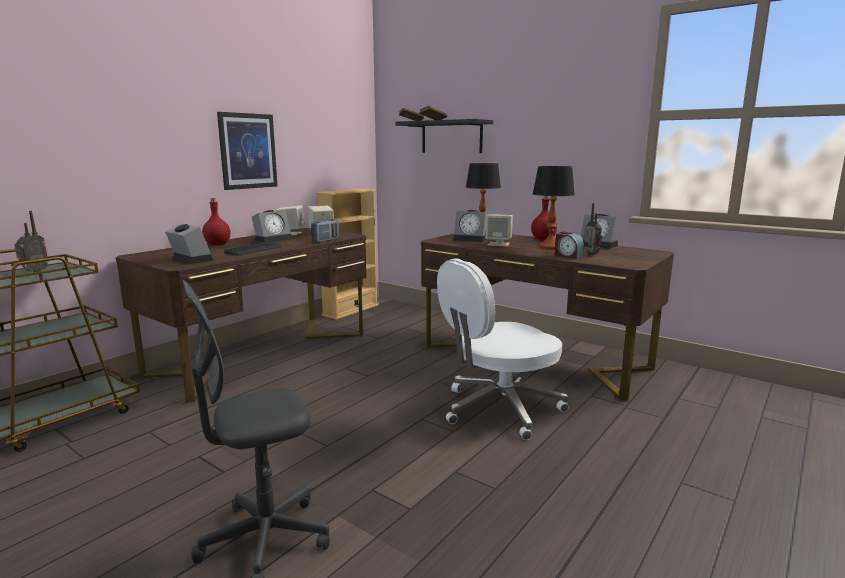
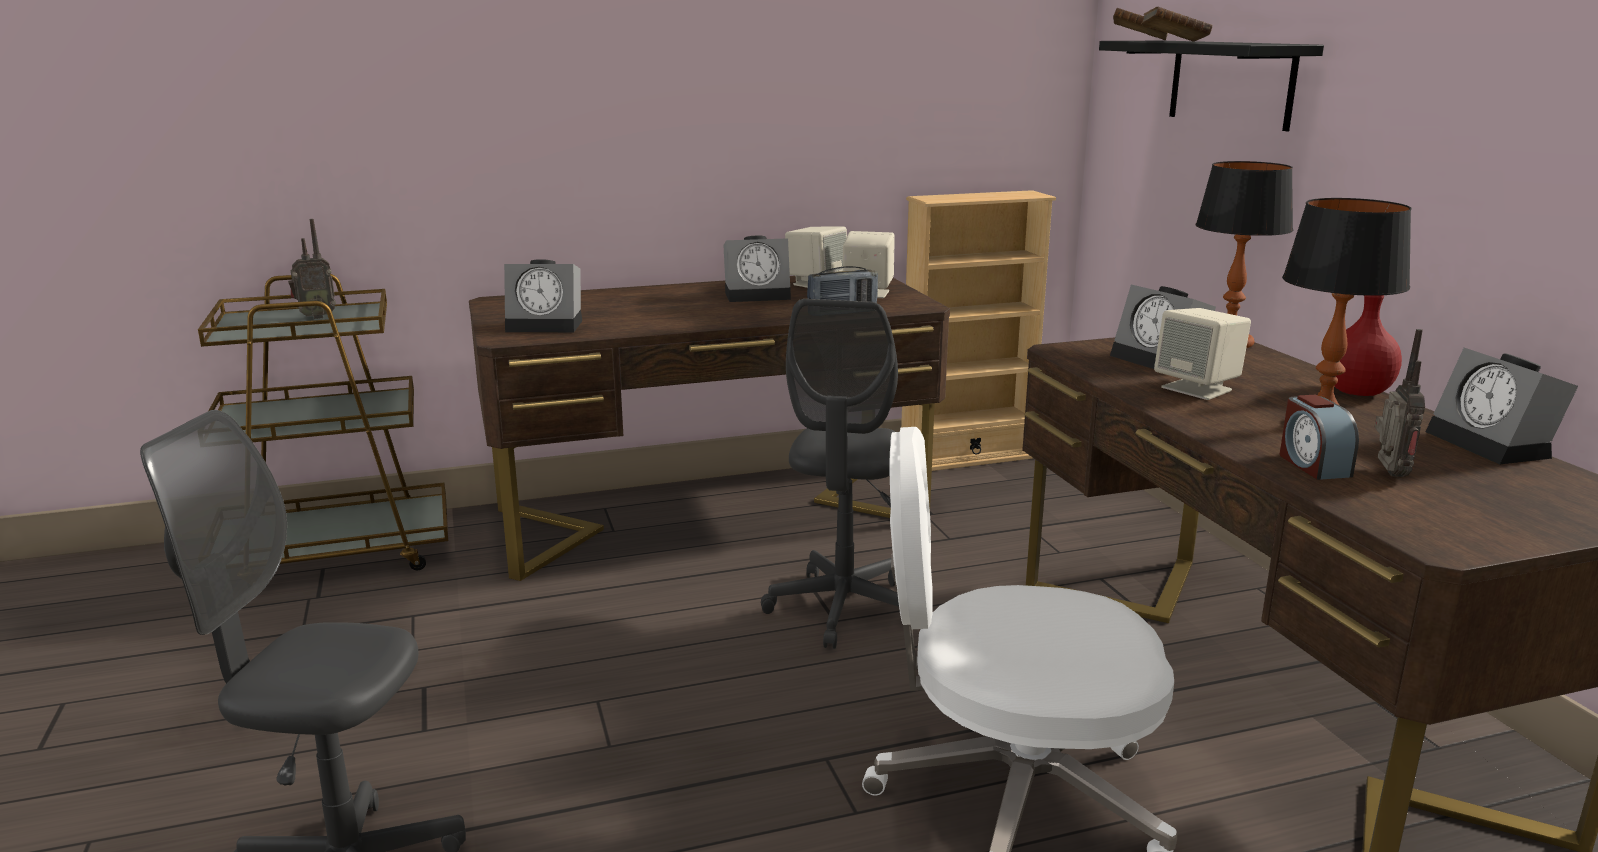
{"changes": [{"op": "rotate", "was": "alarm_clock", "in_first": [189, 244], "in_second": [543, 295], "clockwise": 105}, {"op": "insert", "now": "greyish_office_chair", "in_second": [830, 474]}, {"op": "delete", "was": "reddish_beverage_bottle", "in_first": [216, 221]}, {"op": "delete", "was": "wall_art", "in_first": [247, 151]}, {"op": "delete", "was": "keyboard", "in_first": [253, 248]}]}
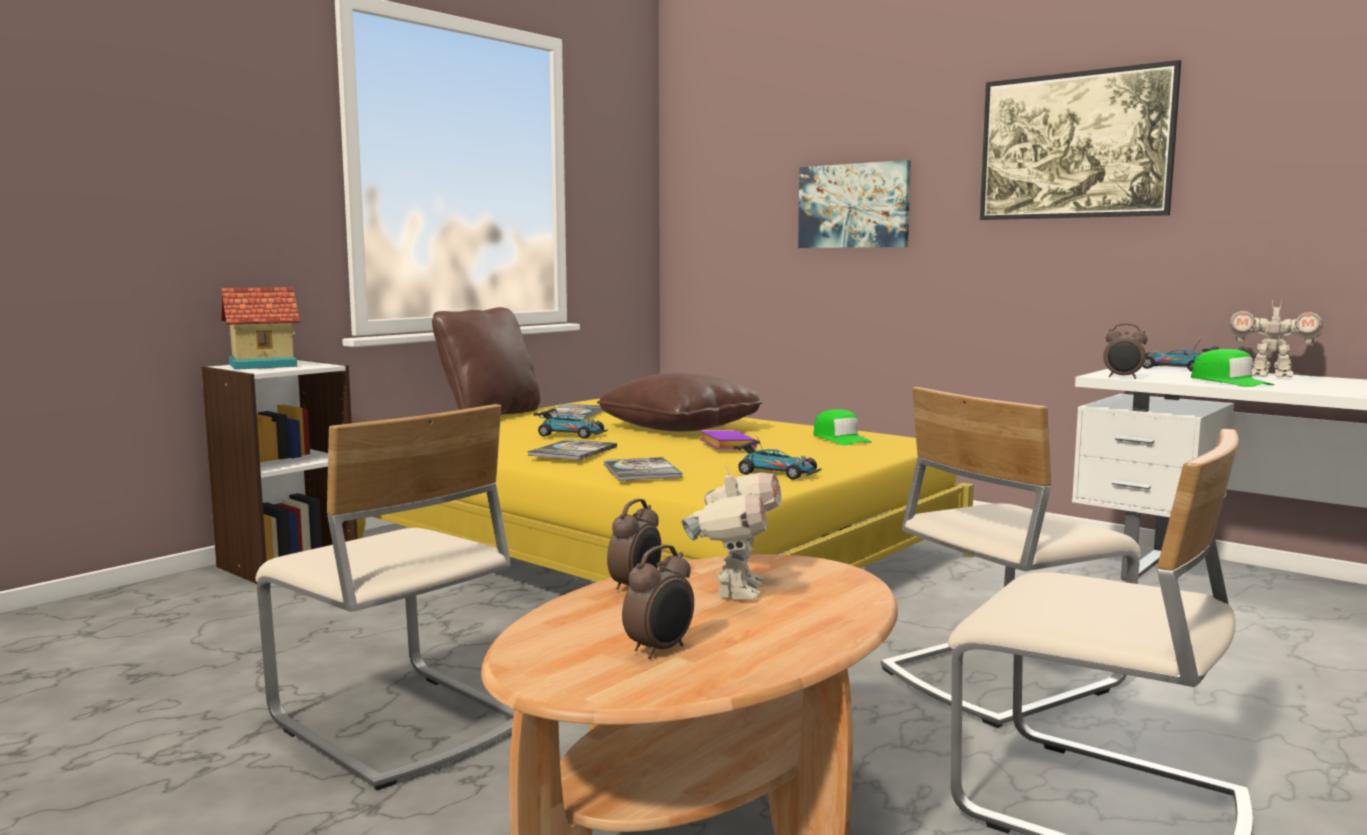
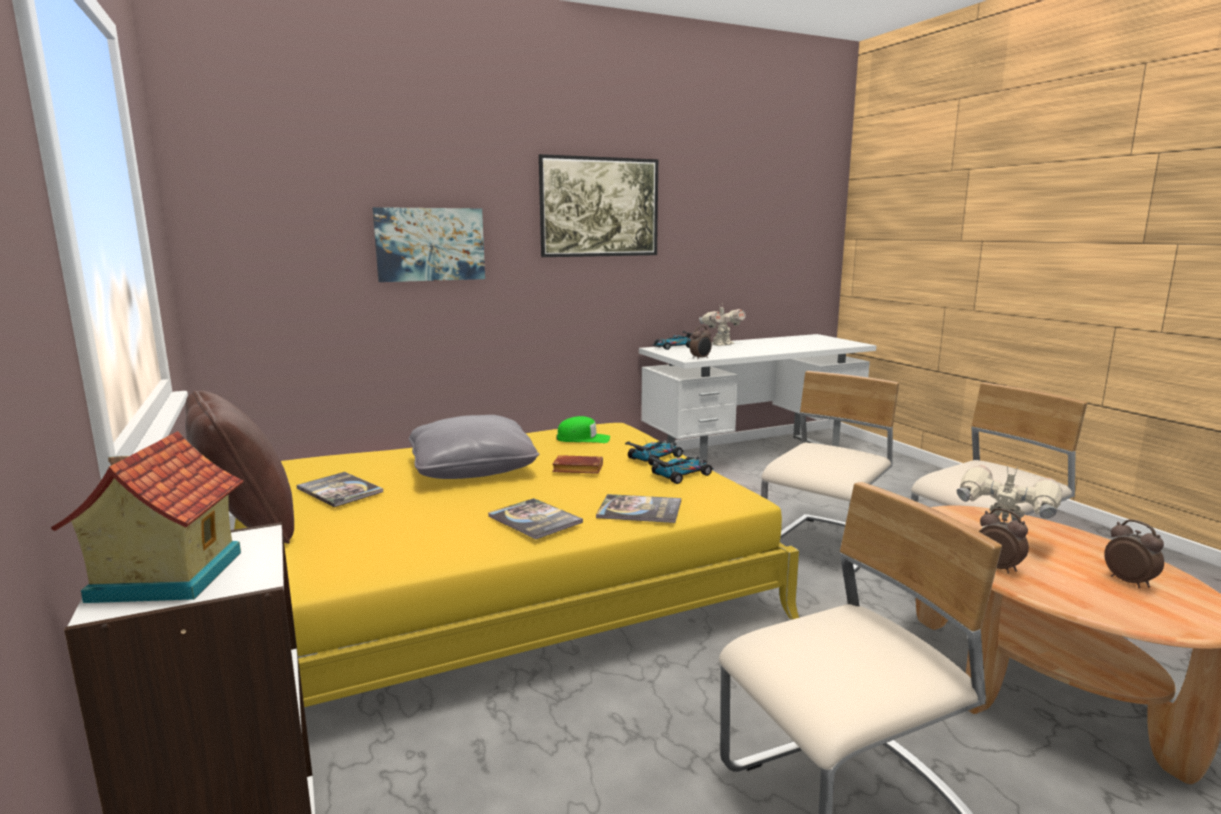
{"changes": [{"op": "recolor", "was": "brown-coloured_throw_pillow", "now": "greyish_throw_pillow", "in_first": [680, 402], "in_second": [474, 447]}, {"op": "recolor", "was": "purplish_bound_book", "now": "brown-coloured_bound_book", "in_first": [729, 439], "in_second": [577, 464]}, {"op": "move", "was": "miniature_car", "in_first": [570, 421], "in_second": [654, 451]}, {"op": "rotate", "was": "beige_chair", "in_first": [1011, 557], "in_second": [830, 471], "clockwise": -135}, {"op": "delete", "was": "greenish_cap", "in_first": [1233, 368]}]}
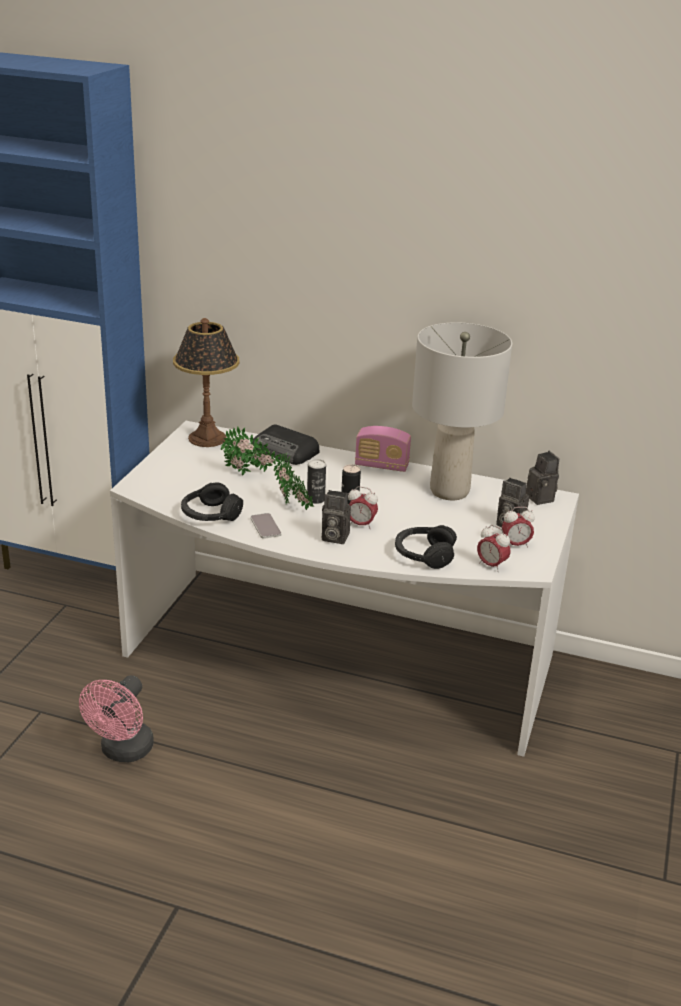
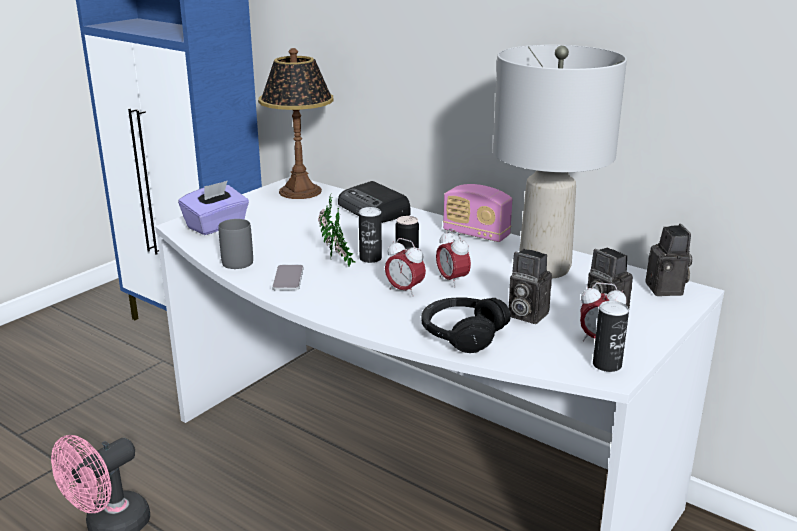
{"changes": [{"op": "insert", "now": "purplish_tissue_holder", "in_second": [213, 207]}, {"op": "replace", "was": "blackish_headset", "now": "greyish_tea_mug", "in_first": [212, 502], "in_second": [235, 244]}, {"op": "move", "was": "alarm_clock", "in_first": [494, 548], "in_second": [453, 257]}, {"op": "move", "was": "photo_camera", "in_first": [336, 517], "in_second": [530, 286]}, {"op": "insert", "now": "can", "in_second": [611, 336]}, {"op": "delete", "was": "potted_plant", "in_first": [251, 451]}]}
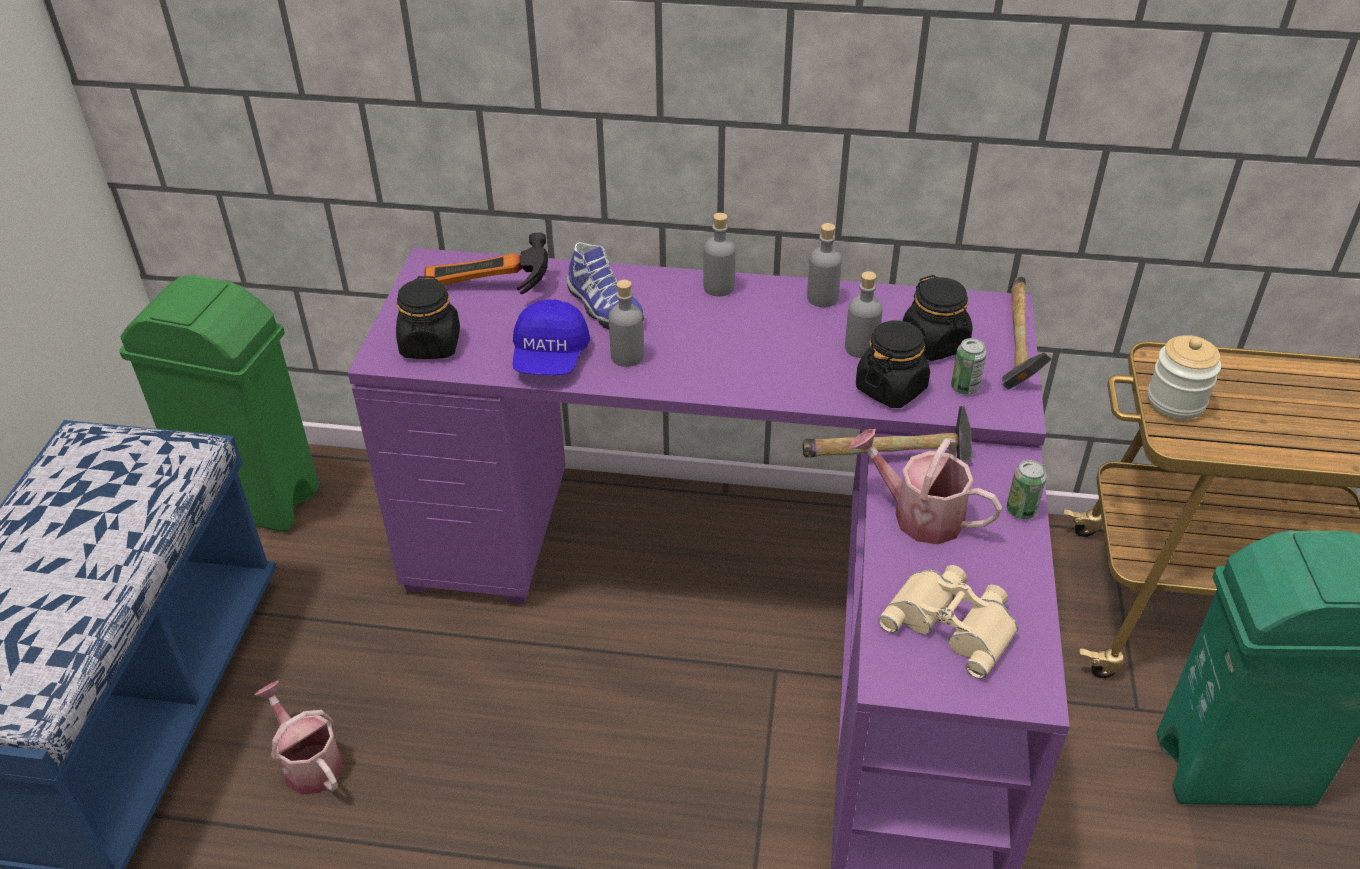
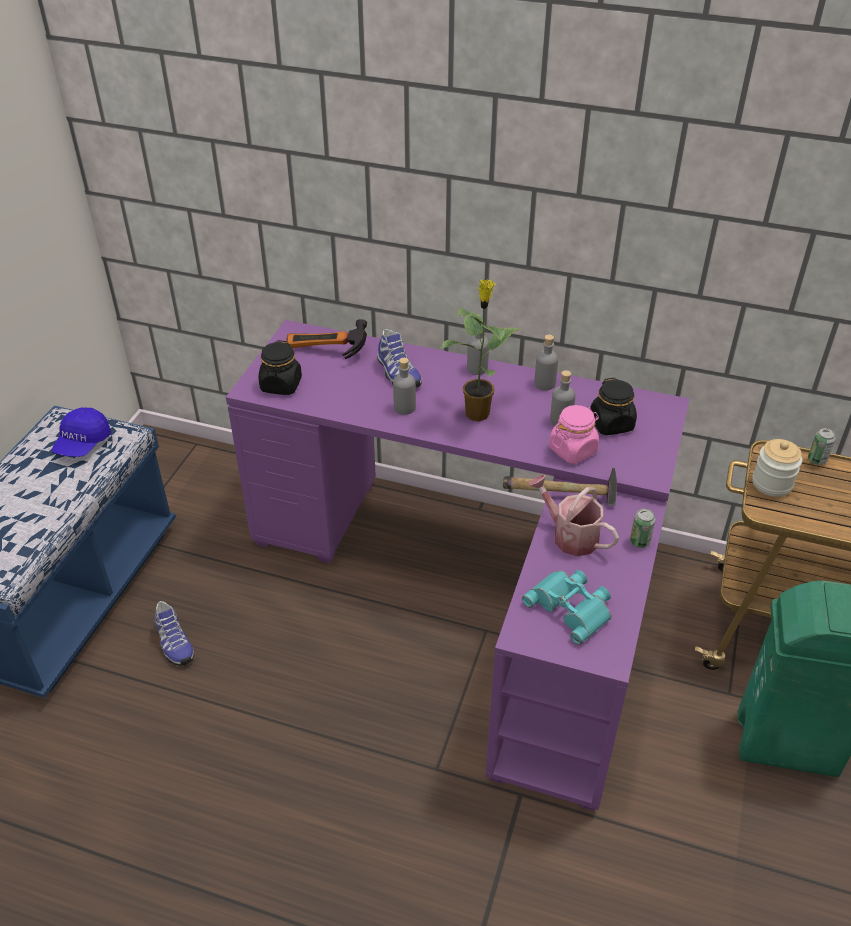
{"changes": [{"op": "move", "was": "blue-coloured_cap", "in_first": [551, 337], "in_second": [81, 432]}, {"op": "replace", "was": "watering_pot", "now": "shoe", "in_first": [299, 737], "in_second": [174, 633]}, {"op": "insert", "now": "potted_plant", "in_second": [480, 350]}, {"op": "recolor", "was": "beige_binoculars", "now": "turquoise-coloured_binoculars", "in_first": [948, 622], "in_second": [566, 607]}, {"op": "recolor", "was": "blackish_storage_jar", "now": "pinkish_storage_jar", "in_first": [893, 364], "in_second": [574, 434]}, {"op": "move", "was": "can", "in_first": [969, 366], "in_second": [822, 446]}, {"op": "delete", "was": "greenish_waste_bin", "in_first": [219, 403]}, {"op": "delete", "was": "hammer", "in_first": [1027, 333]}]}
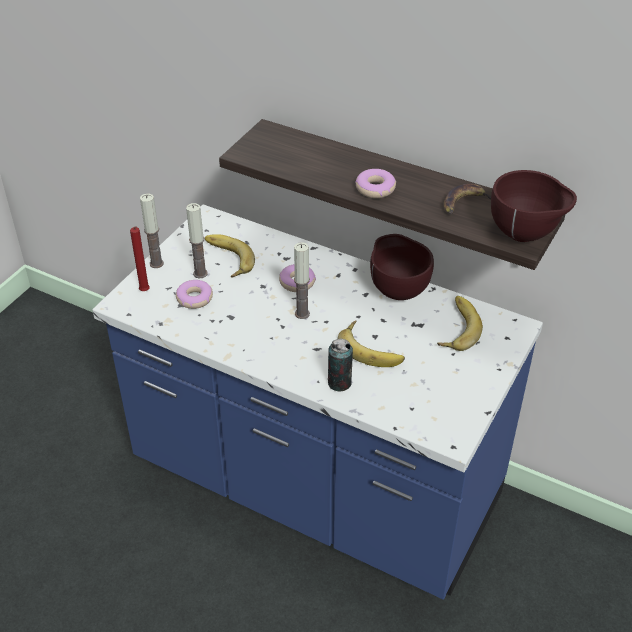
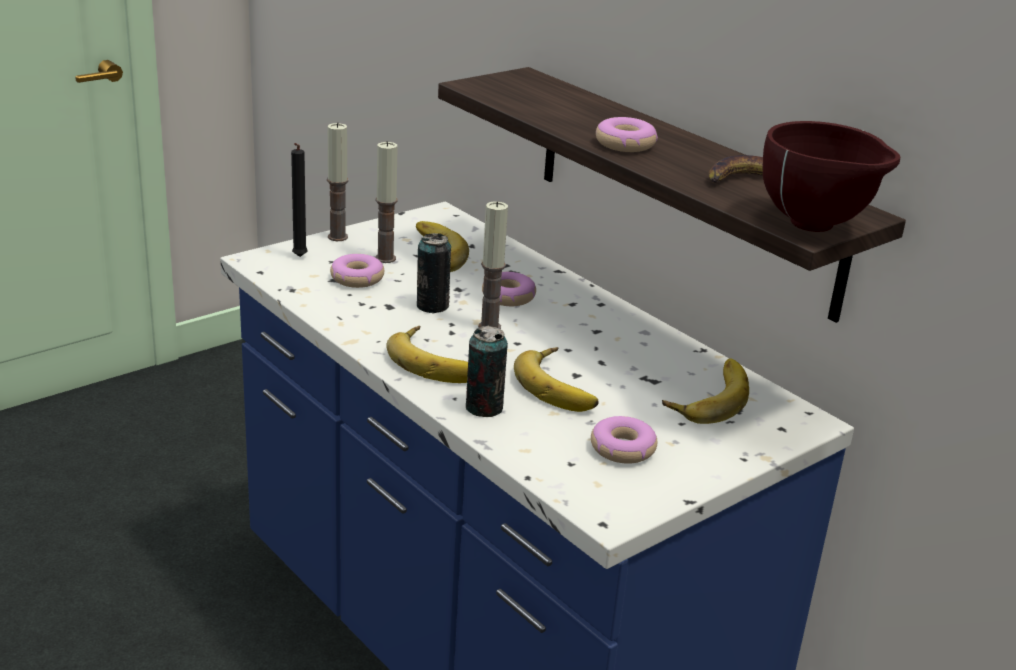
{"changes": [{"op": "recolor", "was": "reddish_wax_candle", "now": "blackish_wax_candle", "in_first": [140, 258], "in_second": [299, 200]}, {"op": "insert", "now": "banana", "in_second": [427, 354]}, {"op": "insert", "now": "can", "in_second": [434, 273]}, {"op": "insert", "now": "donut", "in_second": [624, 440]}, {"op": "delete", "was": "brown-coloured_deep_dish", "in_first": [402, 267]}]}
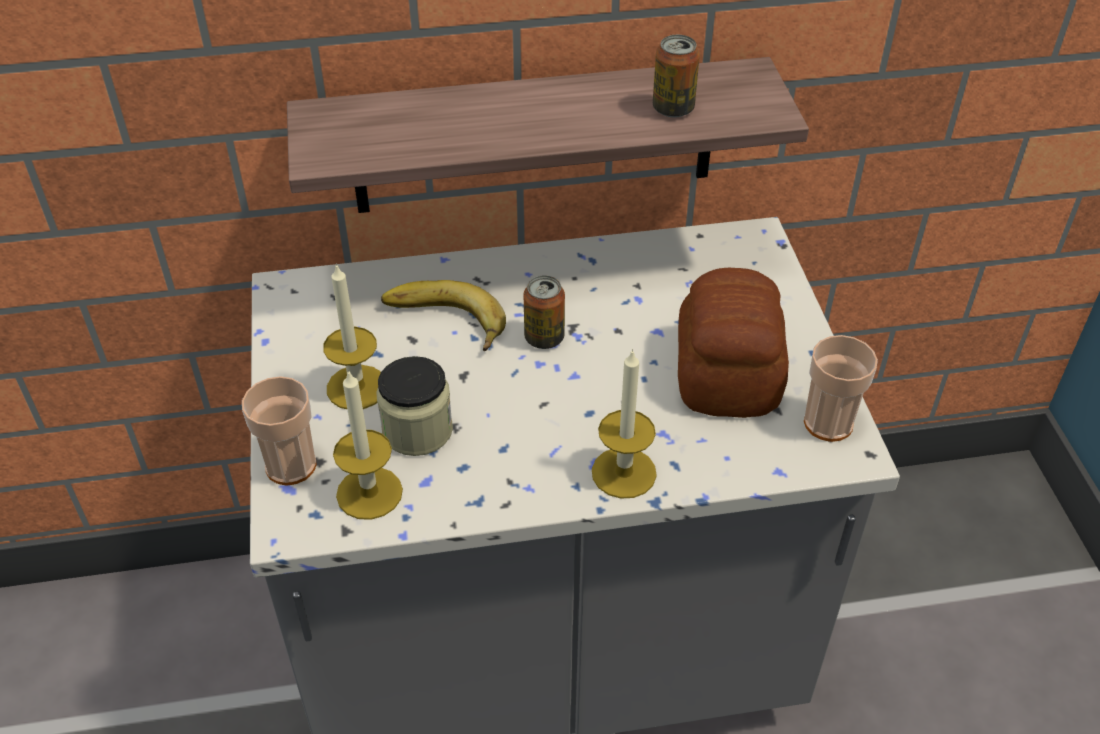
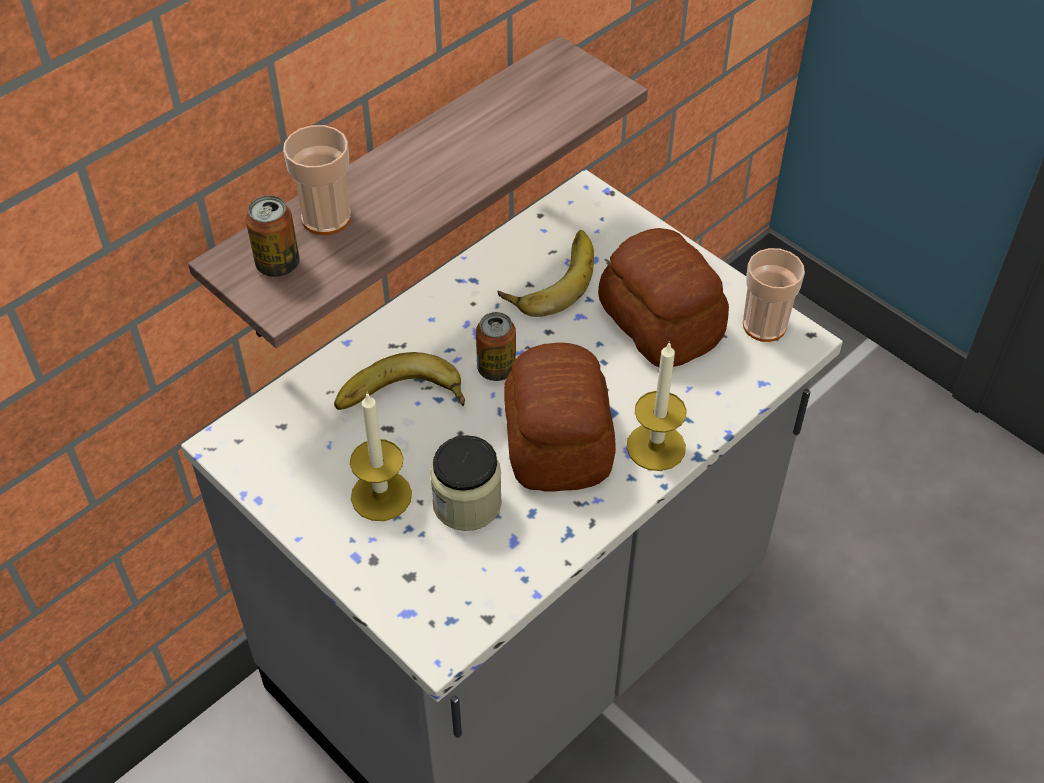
{"changes": [{"op": "move", "was": "can", "in_first": [676, 76], "in_second": [273, 236]}, {"op": "move", "was": "small_cup", "in_first": [279, 430], "in_second": [317, 180]}, {"op": "insert", "now": "banana", "in_second": [545, 273]}, {"op": "insert", "now": "bakery_bread", "in_second": [560, 417]}, {"op": "delete", "was": "wax_candle", "in_first": [368, 444]}]}
